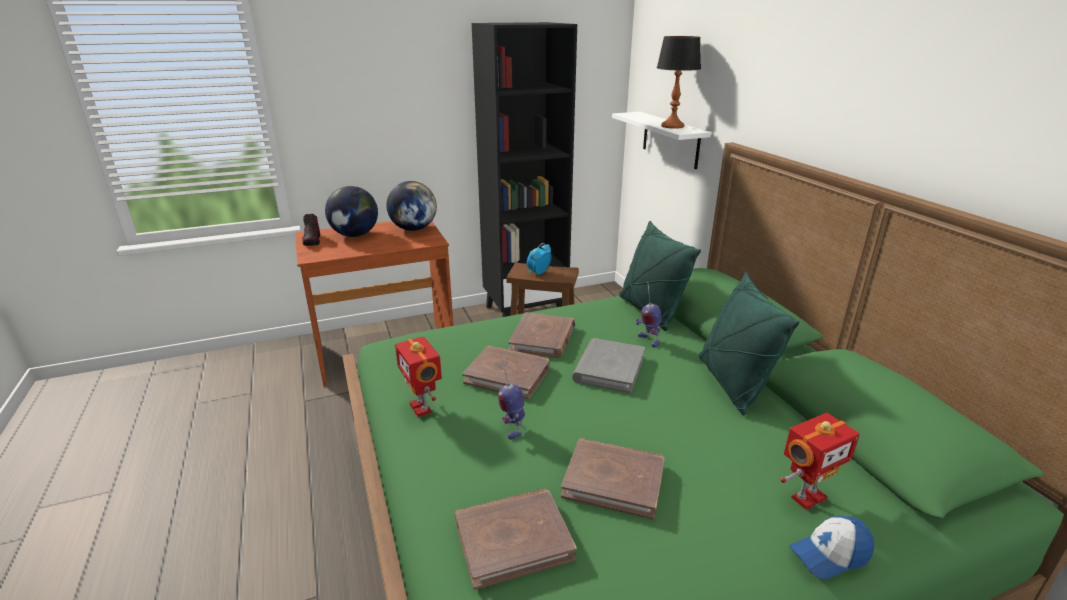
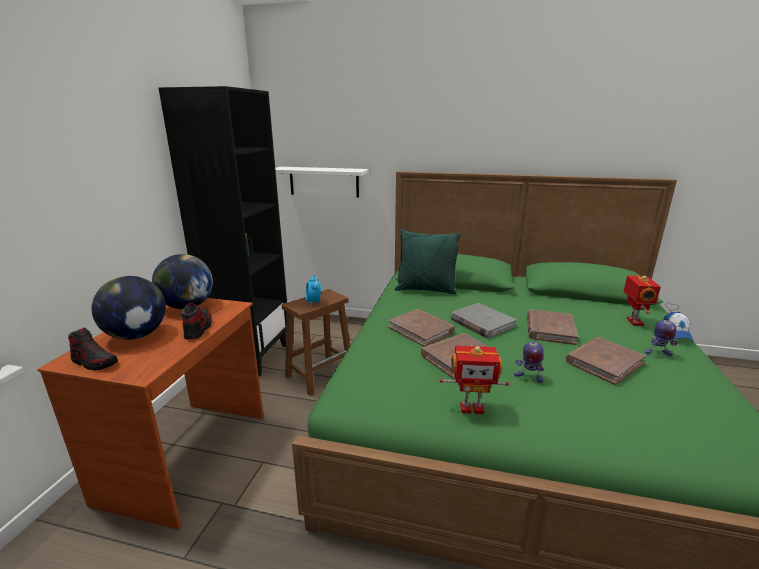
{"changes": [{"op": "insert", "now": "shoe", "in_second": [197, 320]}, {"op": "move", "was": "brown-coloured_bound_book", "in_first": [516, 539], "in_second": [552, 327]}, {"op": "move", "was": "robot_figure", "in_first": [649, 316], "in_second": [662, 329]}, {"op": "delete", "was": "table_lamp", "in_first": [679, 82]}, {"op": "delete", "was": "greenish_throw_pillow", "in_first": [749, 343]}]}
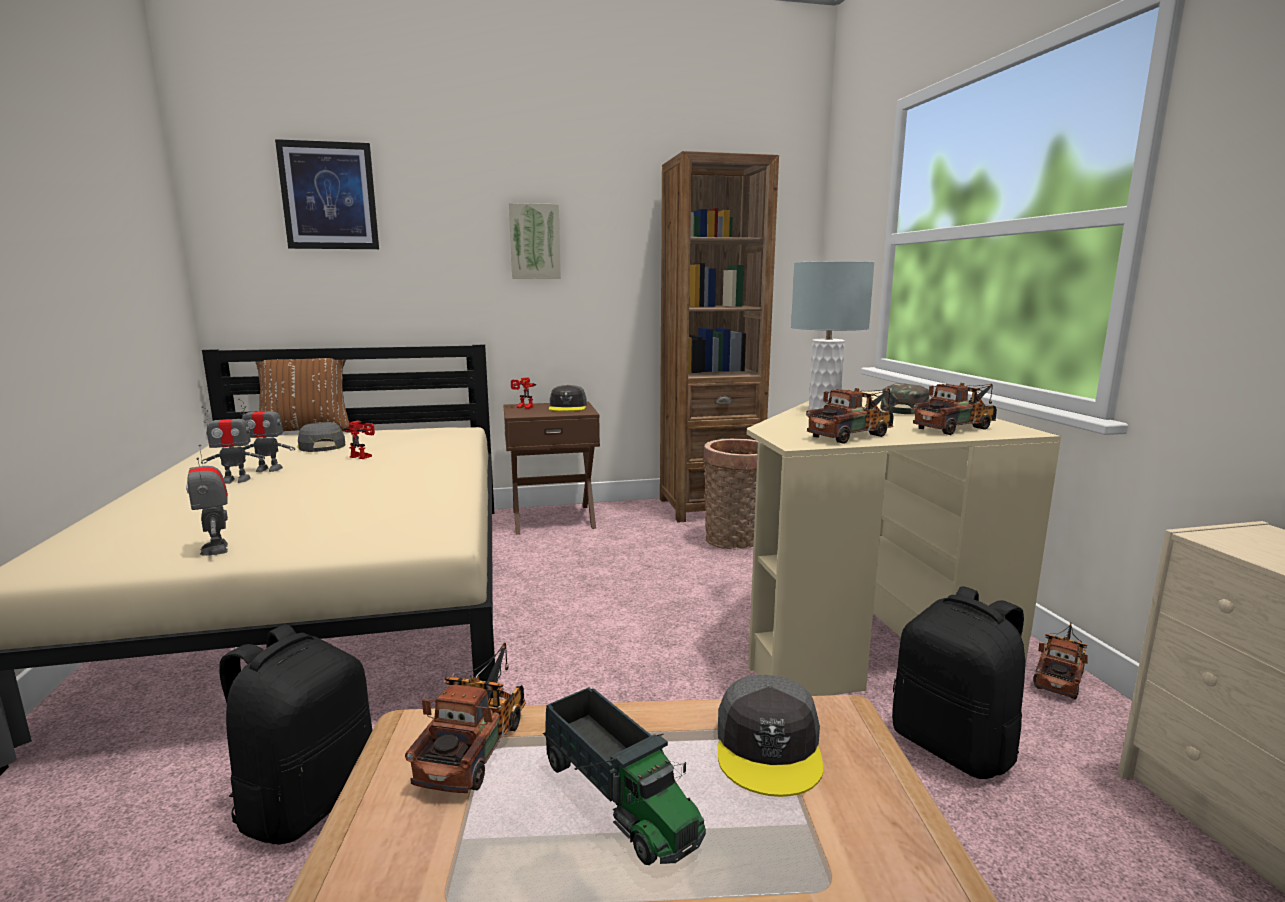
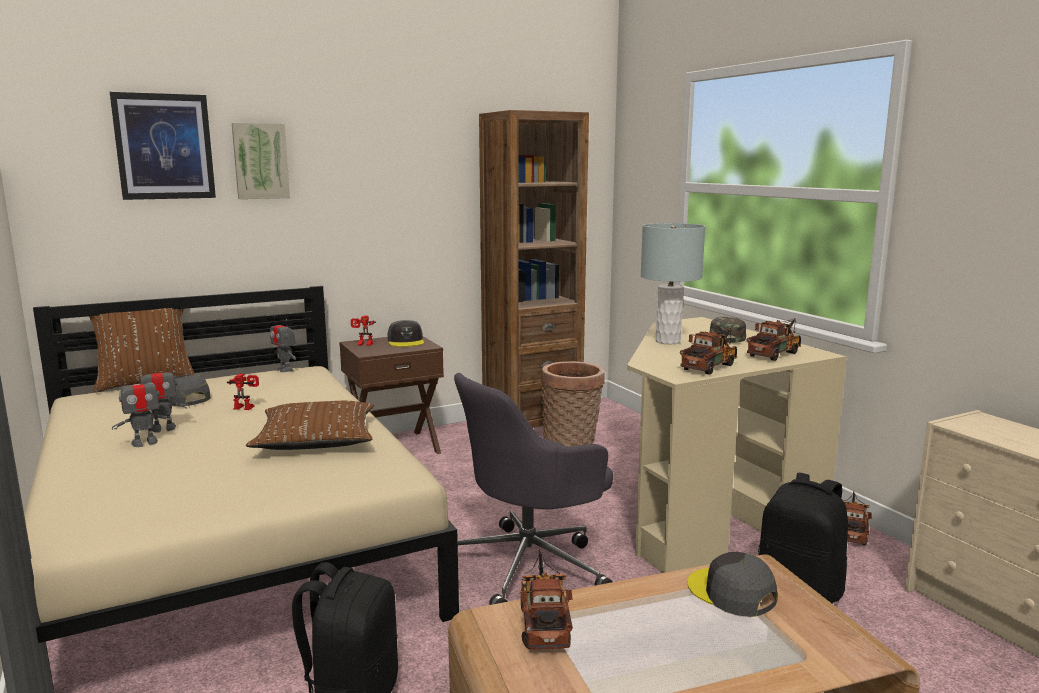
{"changes": [{"op": "move", "was": "wall_art", "in_first": [535, 241], "in_second": [261, 161]}, {"op": "insert", "now": "brown-coloured_throw_pillow", "in_second": [310, 425]}, {"op": "move", "was": "robot_figure", "in_first": [207, 500], "in_second": [283, 343]}, {"op": "insert", "now": "greyish_office_chair", "in_second": [533, 489]}, {"op": "rotate", "was": "greyish_cap", "in_first": [770, 736], "in_second": [732, 584], "clockwise": 150}, {"op": "delete", "was": "toy_lorry", "in_first": [624, 776]}]}
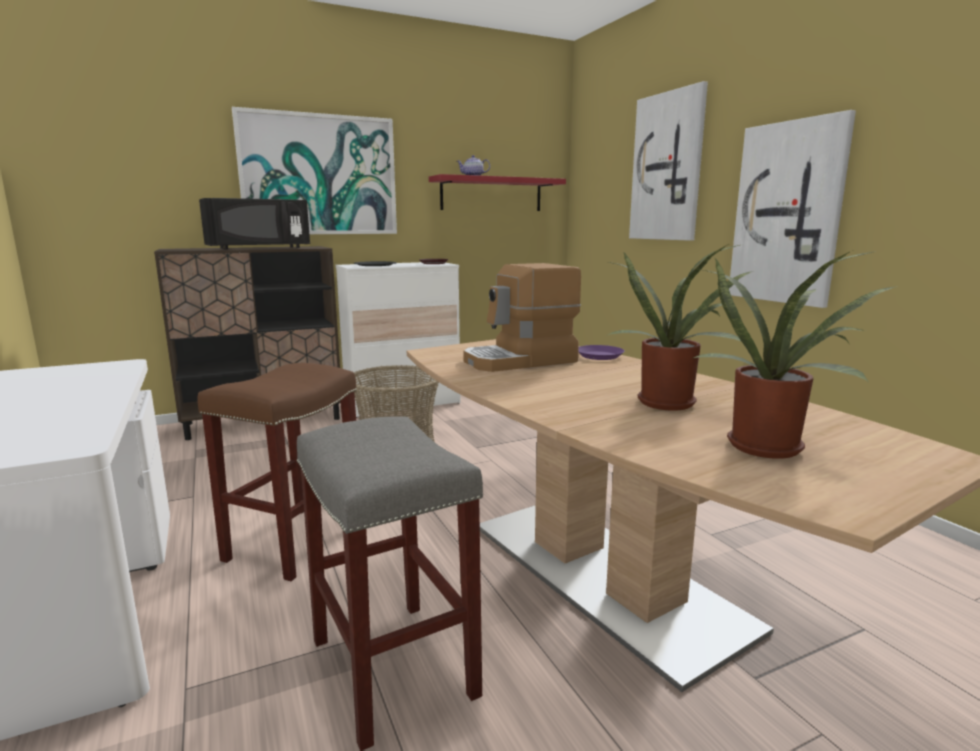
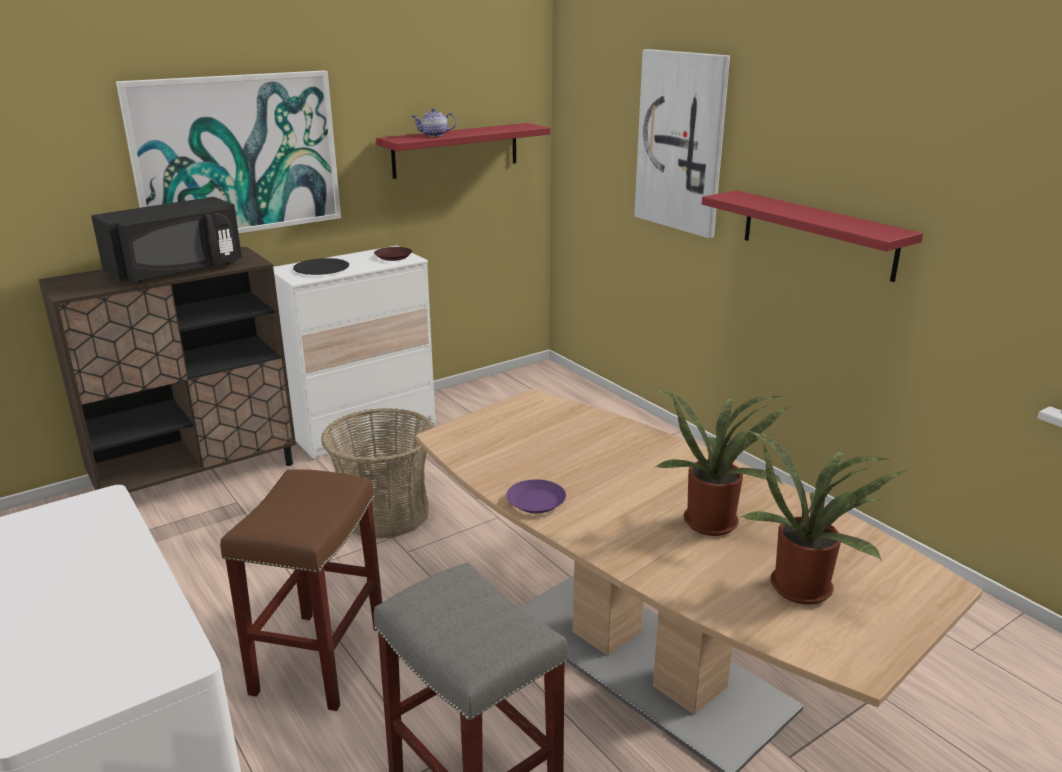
{"changes": [{"op": "move", "was": "purplish_plate", "in_first": [601, 352], "in_second": [536, 496]}, {"op": "replace", "was": "wall_art", "now": "reddish_shelf", "in_first": [792, 209], "in_second": [812, 236]}, {"op": "delete", "was": "coffee_maker", "in_first": [522, 317]}]}
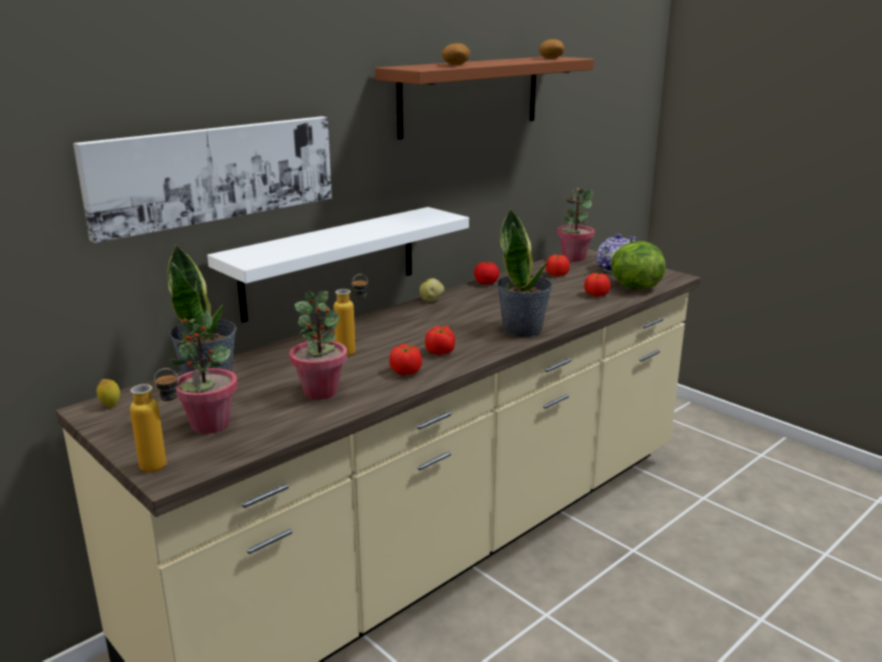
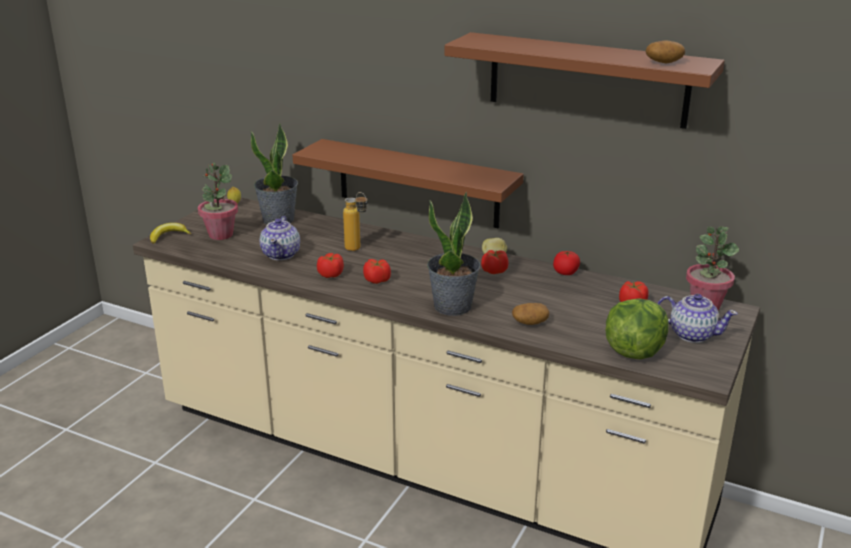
{"changes": [{"op": "replace", "was": "beverage_bottle", "now": "banana", "in_first": [154, 420], "in_second": [170, 233]}, {"op": "replace", "was": "potted_plant", "now": "pot_for_tea", "in_first": [318, 345], "in_second": [280, 238]}, {"op": "recolor", "was": "whitish_shelf", "now": "brown-coloured_shelf", "in_first": [338, 265], "in_second": [408, 183]}, {"op": "move", "was": "fresh_tomato", "in_first": [597, 285], "in_second": [494, 262]}, {"op": "move", "was": "potato", "in_first": [456, 54], "in_second": [530, 314]}, {"op": "delete", "was": "wall_art", "in_first": [202, 179]}]}
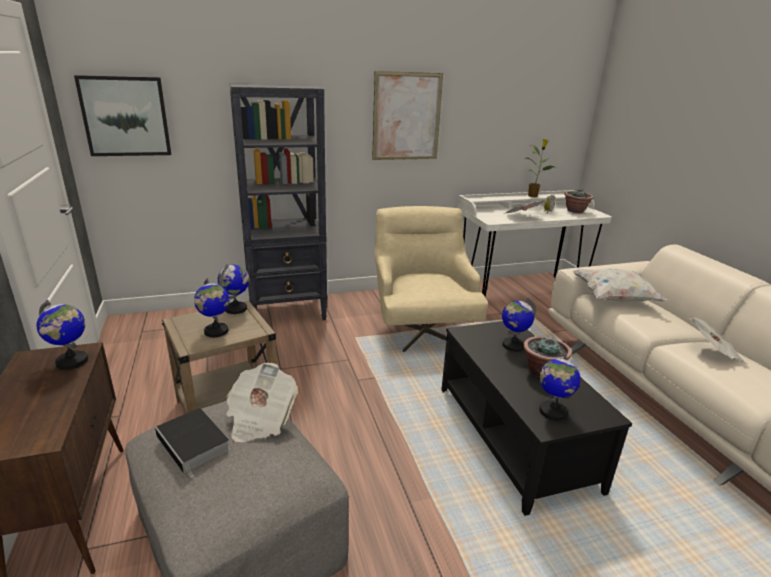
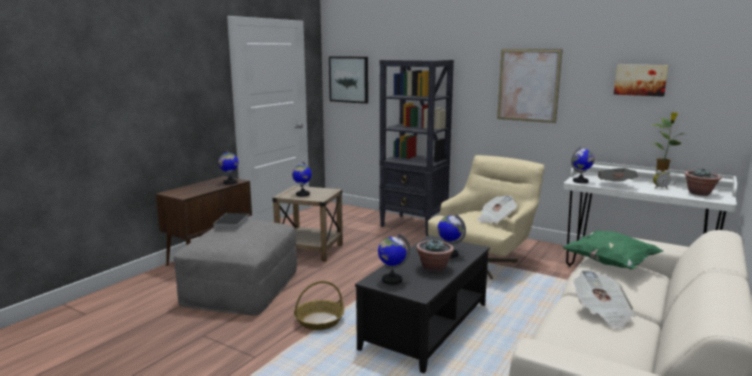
{"changes": [{"op": "insert", "now": "household_basket", "in_second": [319, 305]}, {"op": "move", "was": "printed_paper", "in_first": [262, 402], "in_second": [497, 209]}, {"op": "recolor", "was": "whitish_throw_pillow", "now": "greenish_throw_pillow", "in_first": [620, 285], "in_second": [613, 250]}, {"op": "move", "was": "globe", "in_first": [234, 289], "in_second": [583, 165]}, {"op": "insert", "now": "wall_art", "in_second": [641, 80]}]}
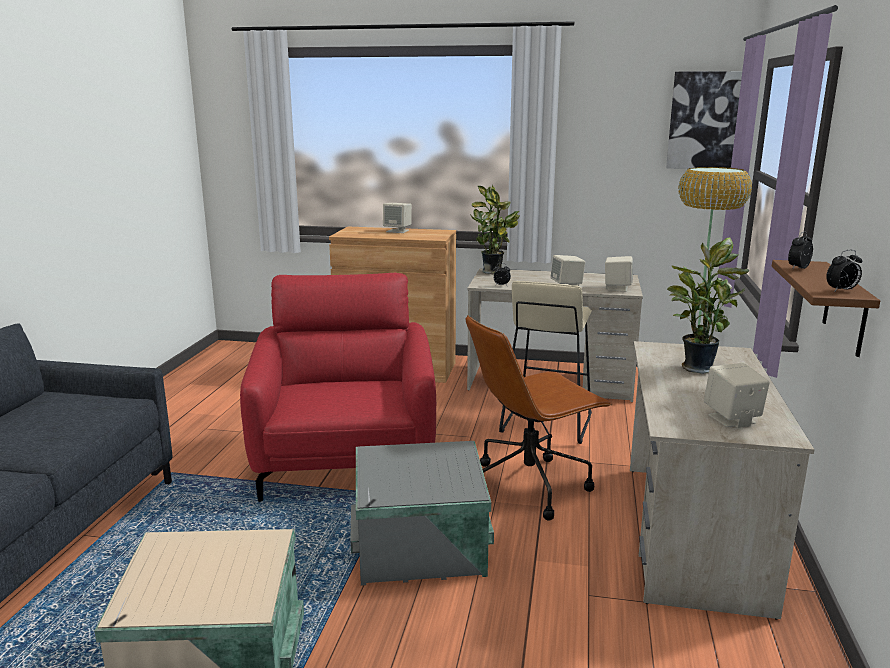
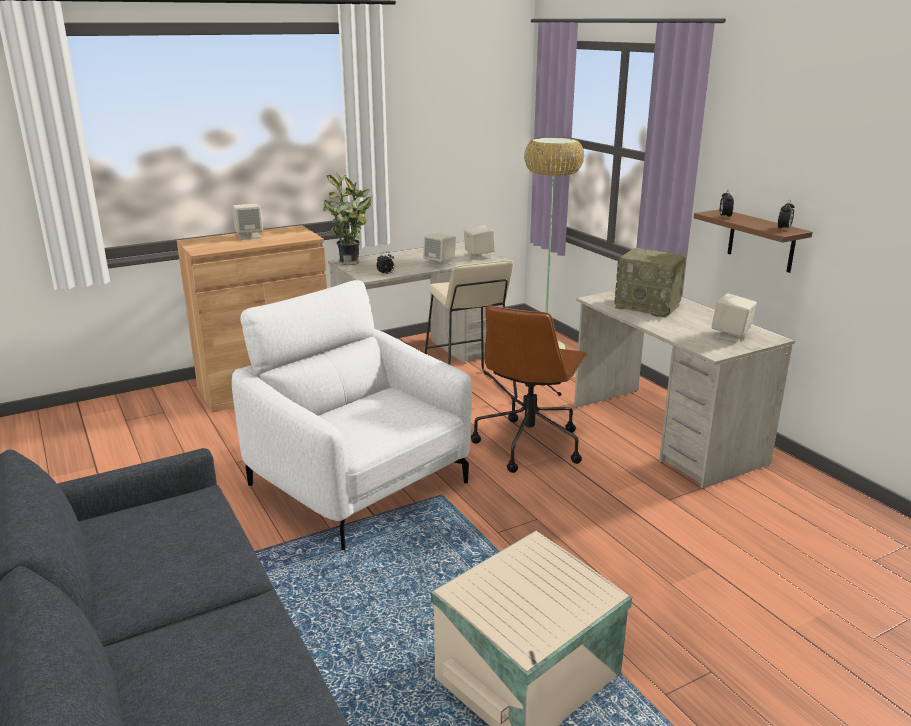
{"changes": [{"op": "recolor", "was": "reddish_easy_chair", "now": "whitish_easy_chair", "in_first": [338, 387], "in_second": [352, 415]}, {"op": "replace", "was": "potted_plant", "now": "radio", "in_first": [708, 305], "in_second": [650, 283]}, {"op": "delete", "was": "greyish_storage_container", "in_first": [422, 513]}, {"op": "delete", "was": "wall_art", "in_first": [704, 120]}]}
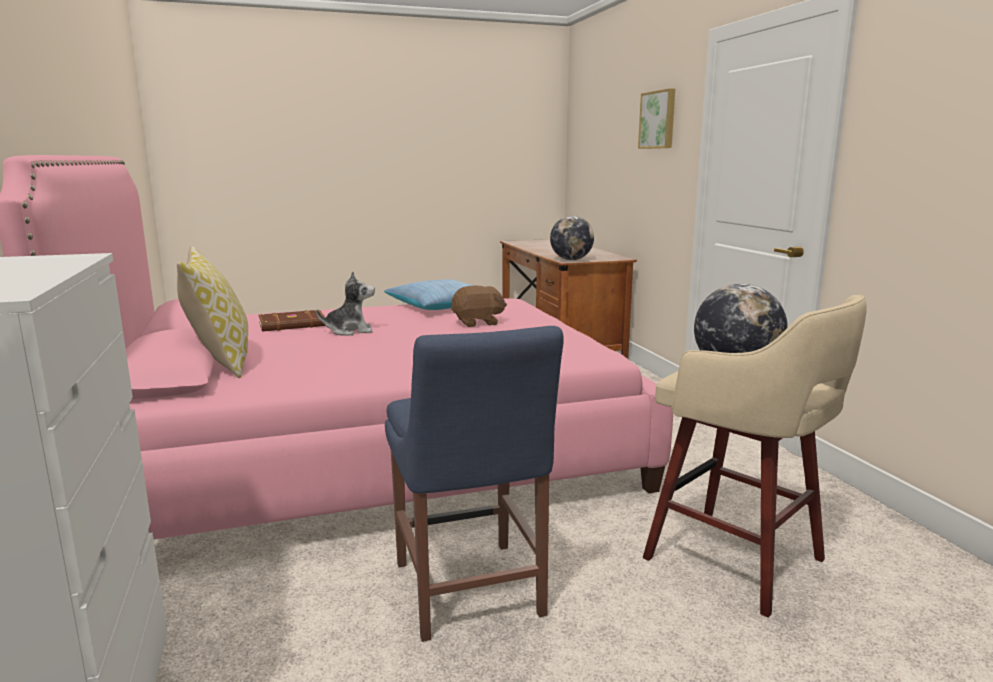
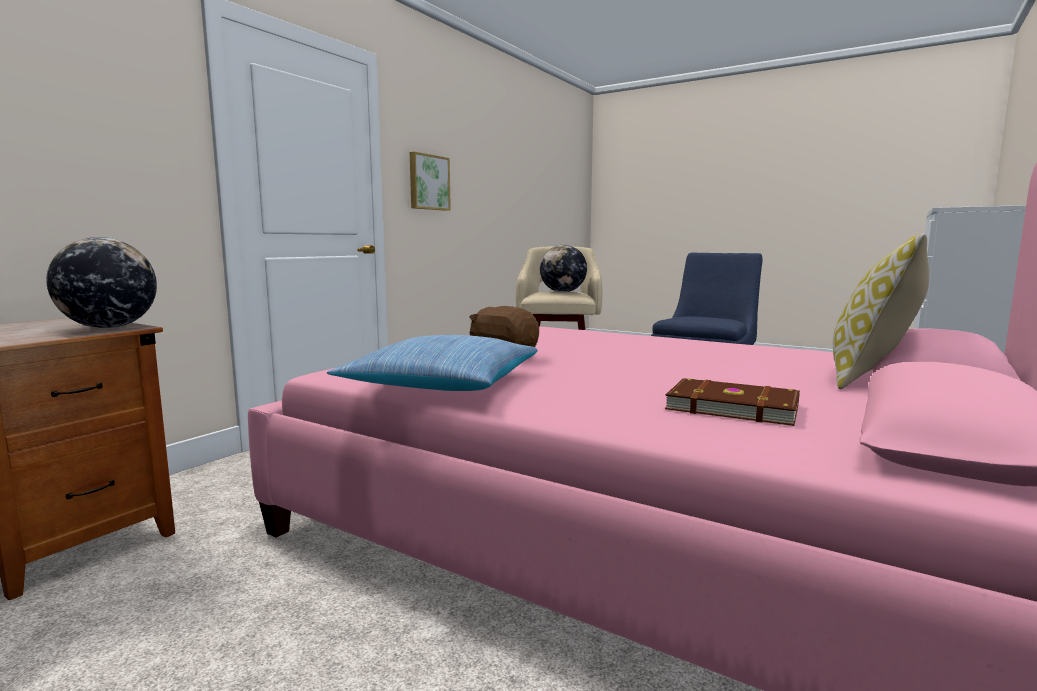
{"changes": [{"op": "move", "was": "wall_art", "in_first": [656, 118], "in_second": [430, 181]}, {"op": "delete", "was": "cuddly_toy", "in_first": [345, 303]}]}
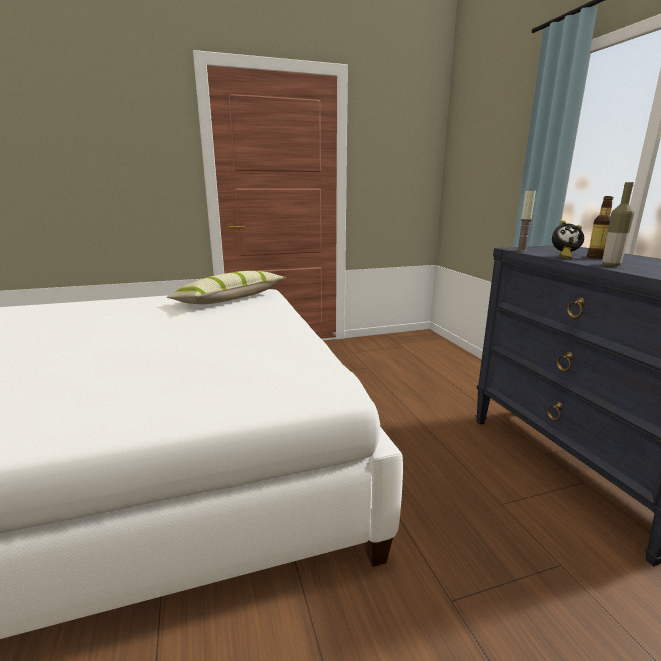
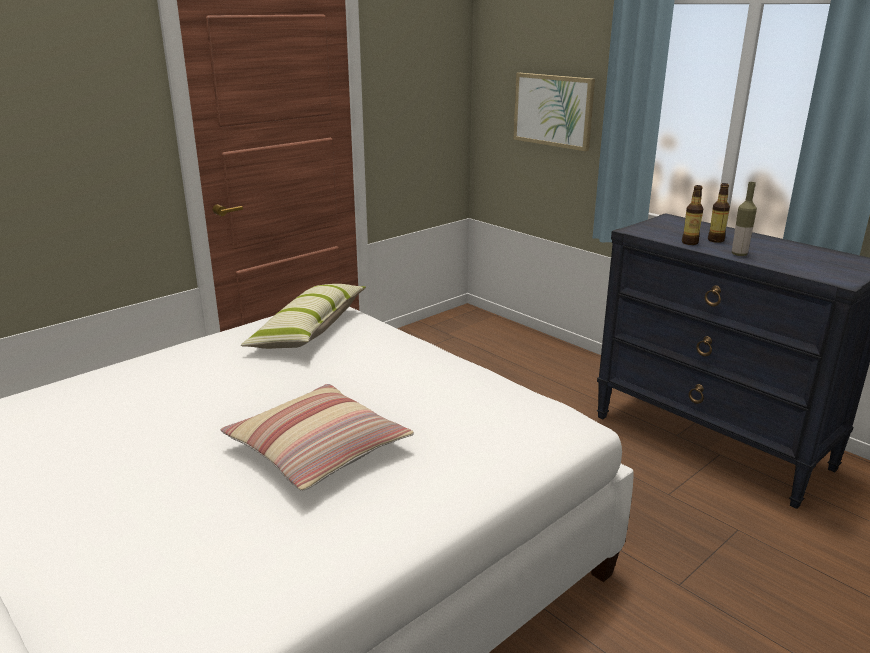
{"changes": [{"op": "insert", "now": "throw_pillow", "in_second": [317, 437]}, {"op": "insert", "now": "wall_art", "in_second": [554, 112]}, {"op": "replace", "was": "alarm_clock", "now": "beverage_bottle", "in_first": [568, 240], "in_second": [692, 215]}, {"op": "delete", "was": "wax_candle", "in_first": [526, 220]}]}
